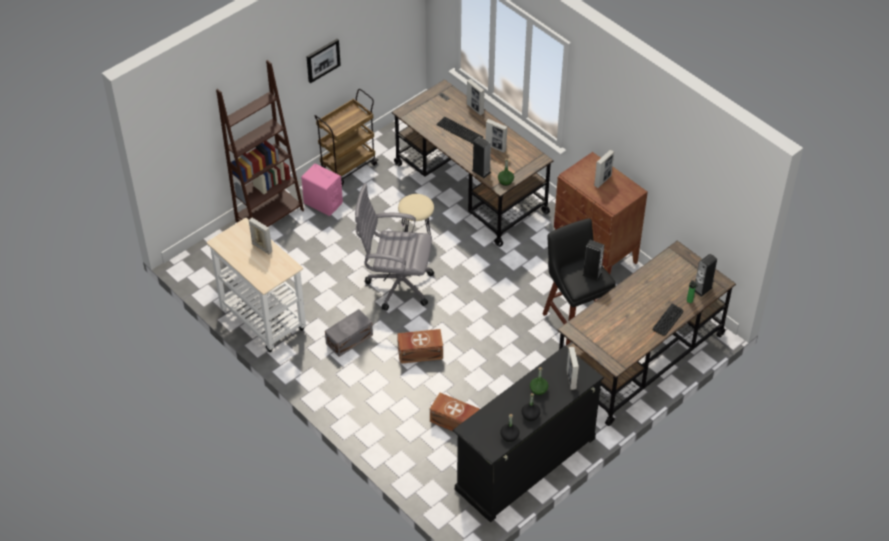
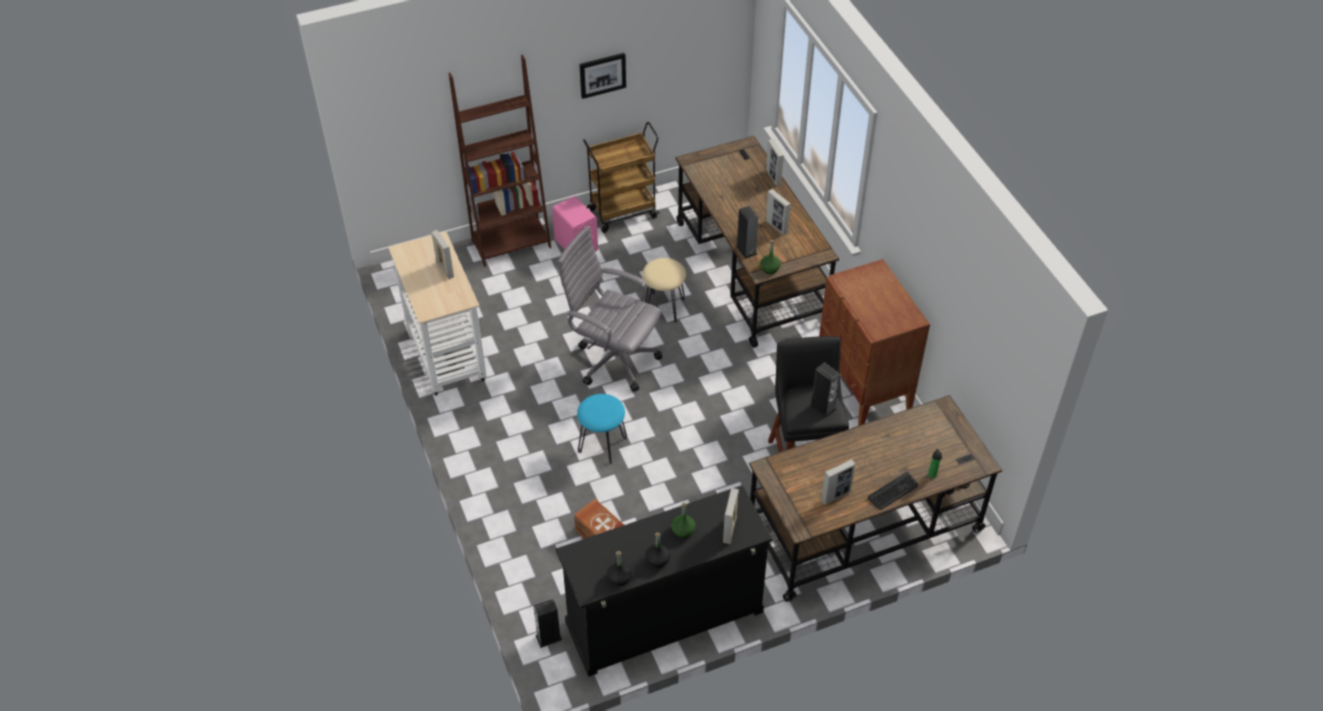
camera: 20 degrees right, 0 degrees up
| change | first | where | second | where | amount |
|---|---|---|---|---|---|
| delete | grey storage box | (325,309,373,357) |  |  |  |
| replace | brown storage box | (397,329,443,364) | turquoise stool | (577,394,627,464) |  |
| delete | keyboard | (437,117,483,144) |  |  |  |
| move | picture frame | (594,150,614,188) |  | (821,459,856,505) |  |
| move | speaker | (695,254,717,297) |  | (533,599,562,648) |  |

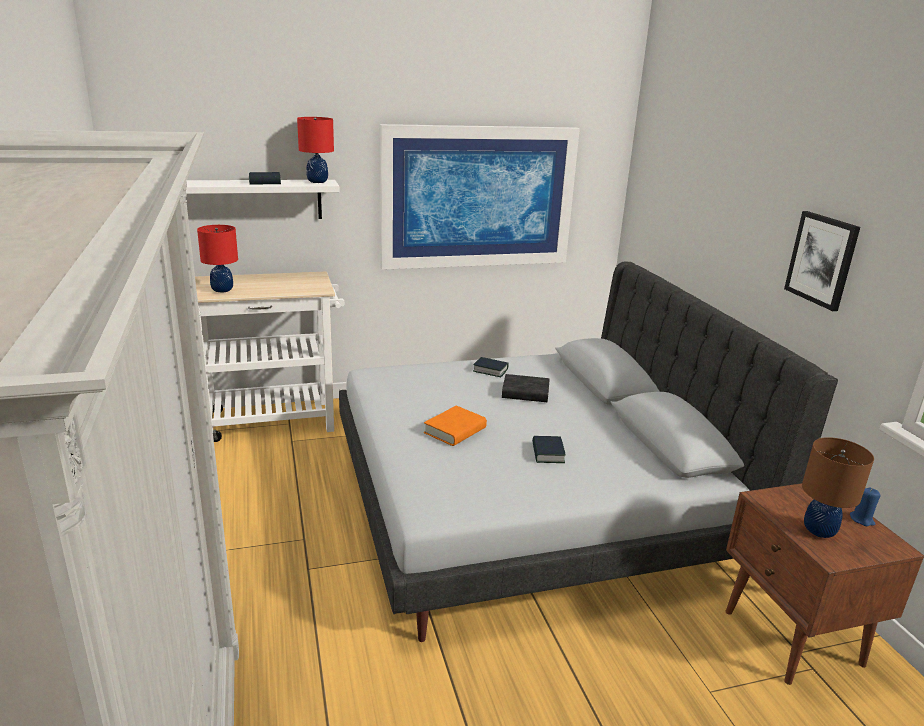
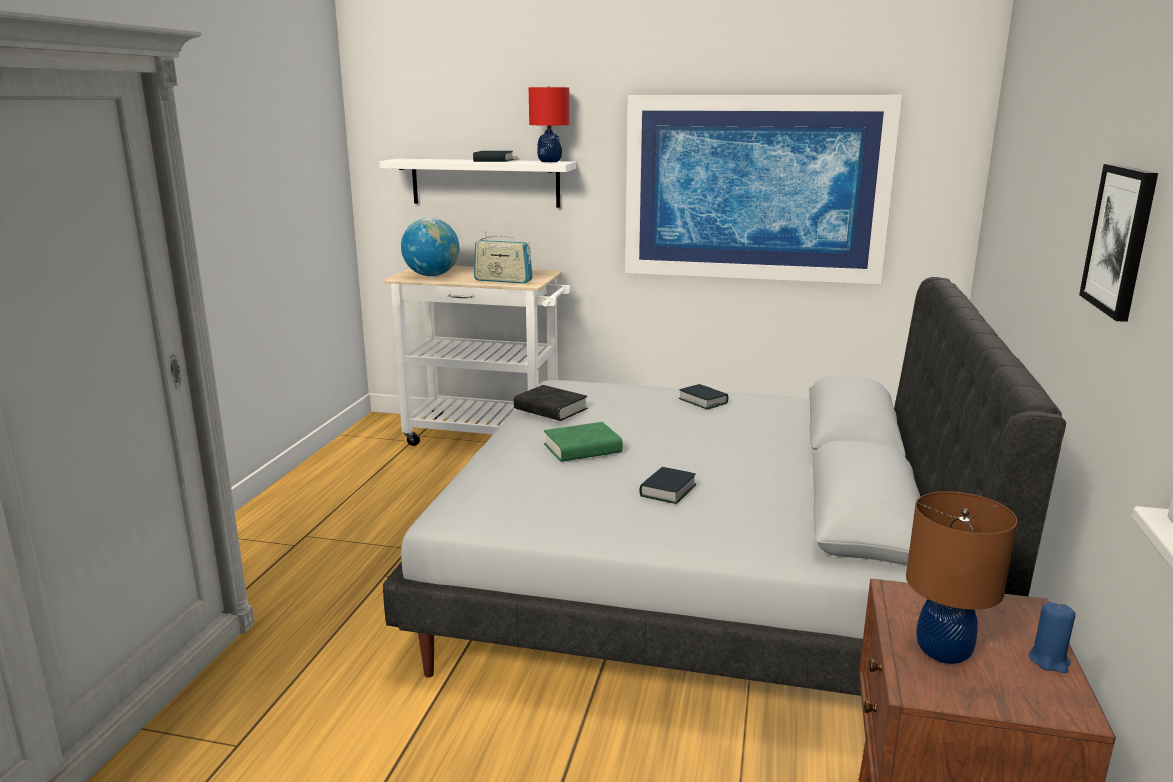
camera: 30 degrees right, 5 degrees down
| change | first | where | second | where | amount |
|---|---|---|---|---|---|
| replace | red table lamp | (197,225,238,293) | globe | (401,218,459,276) |  |
| recolor | orange book | (424,406,487,446) | green book | (544,422,623,462) |  |
| move | black book | (502,374,550,402) |  | (514,385,588,421) |  |
| insert |  |  | radio | (474,231,533,284) |  |

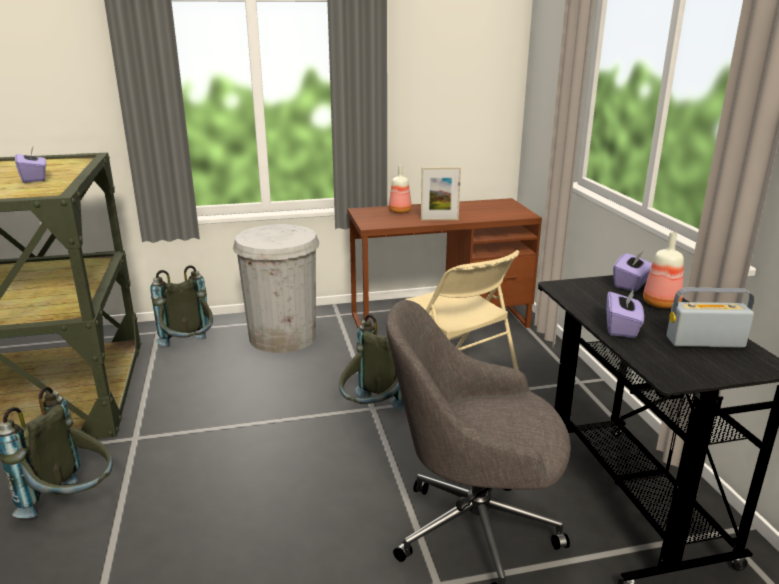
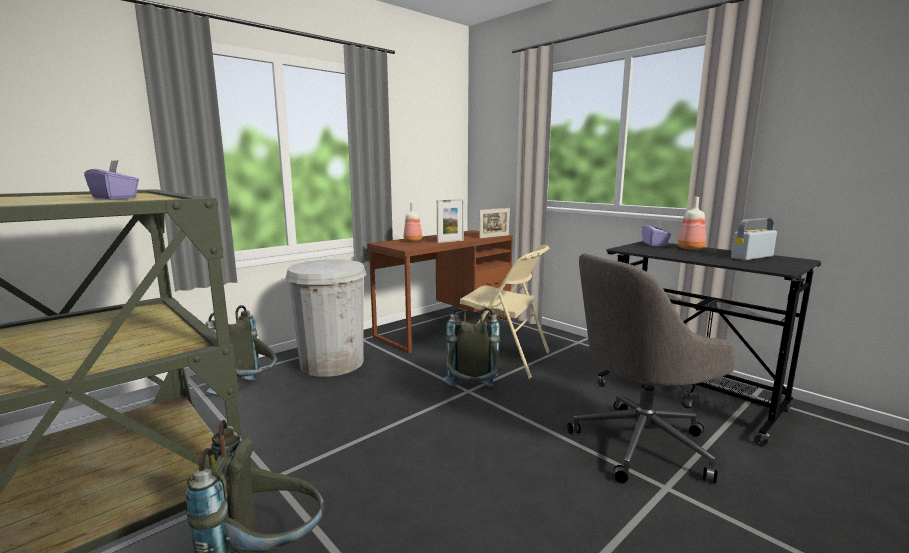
camera: 30 degrees left, 10 degrees down
| change | first | where | second | where | amount |
|---|---|---|---|---|---|
| delete | purple tissue box | (606,289,644,338) |  |  |  |
| insert |  |  | picture frame | (479,208,510,238) |  |

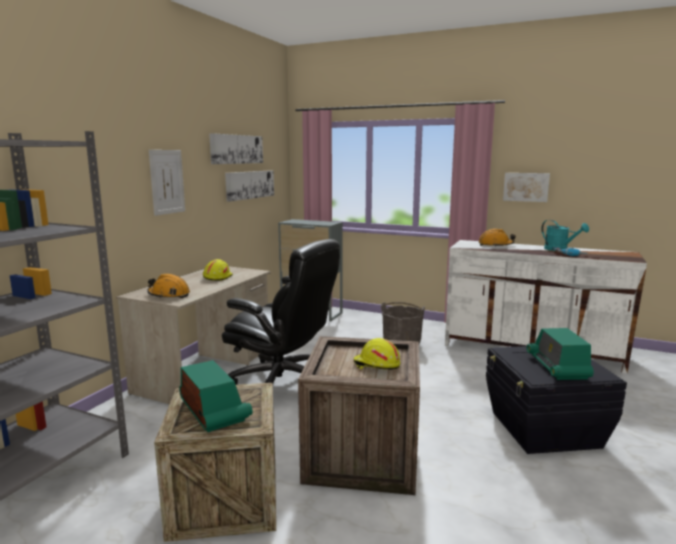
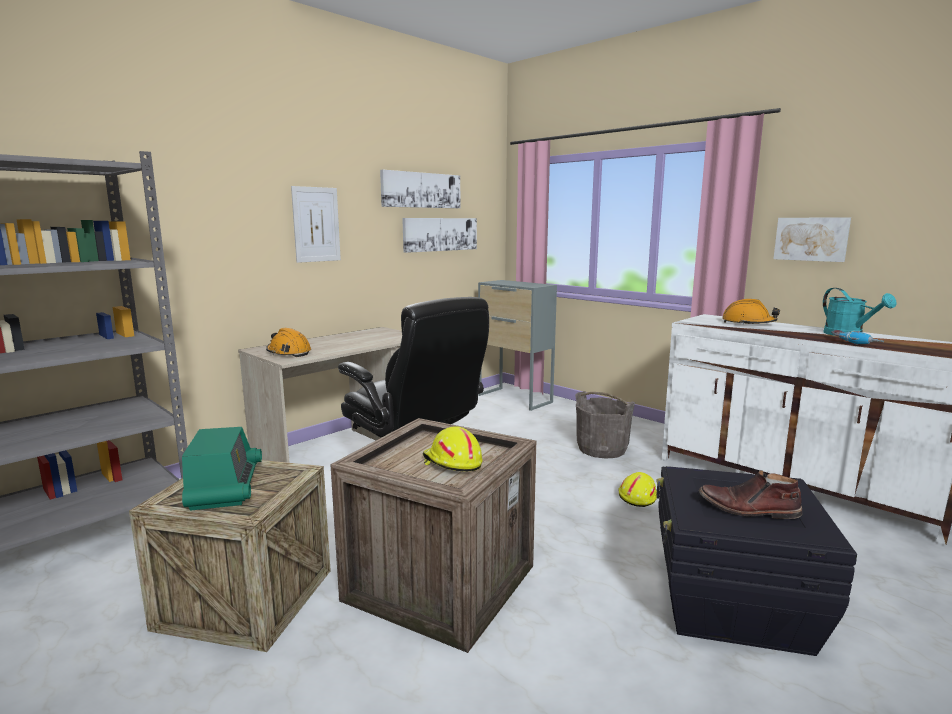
camera: 20 degrees right, 0 degrees up
| change | first | where | second | where | amount |
|---|---|---|---|---|---|
| move | yellow hard hat | (203,259,233,281) |  | (618,472,657,507) |  |
| replace | radio | (527,328,594,380) | brown boot | (699,470,802,519) |  |

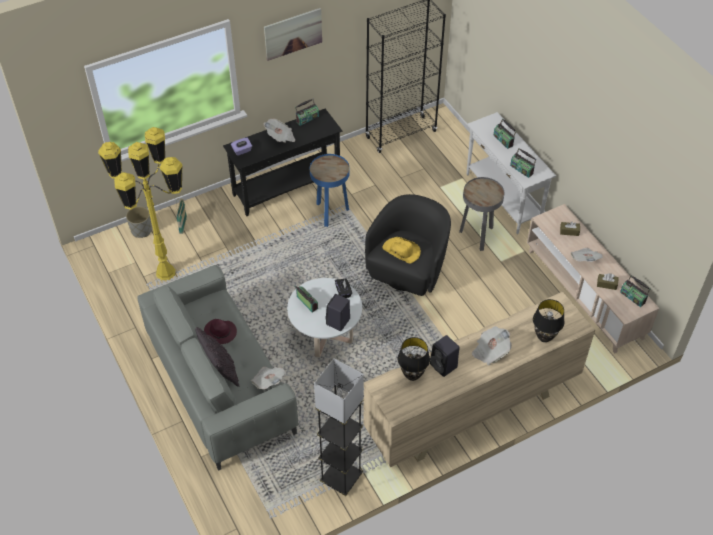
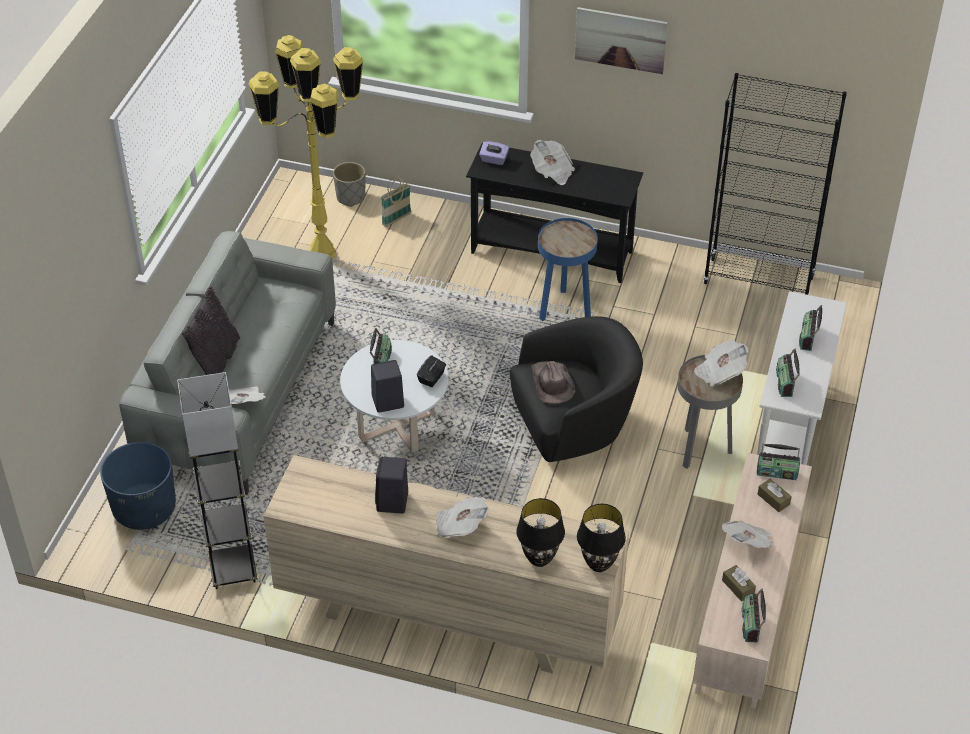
camera: 45 degrees right, 5 degrees down
| change | first | where | second | where | amount |
|---|---|---|---|---|---|
| delete | purple hat | (204,319,237,344) |  |  |  |
| move | radio | (295,99,319,126) |  | (757,444,800,480) |  |
| recolor | yellow hat | (382,237,421,264) | brown hat | (532,361,575,403) |  |
| move | black table lamp | (398,337,430,381) |  | (577,504,626,572) |  |
| insert |  |  | blue planter | (100,442,176,530) |  |
| insert |  |  | newspaper | (694,340,749,387) |  |

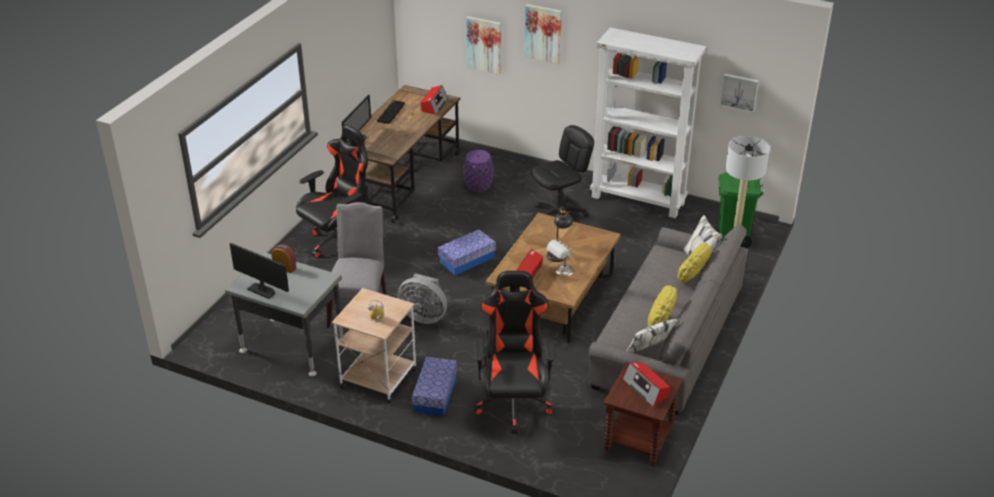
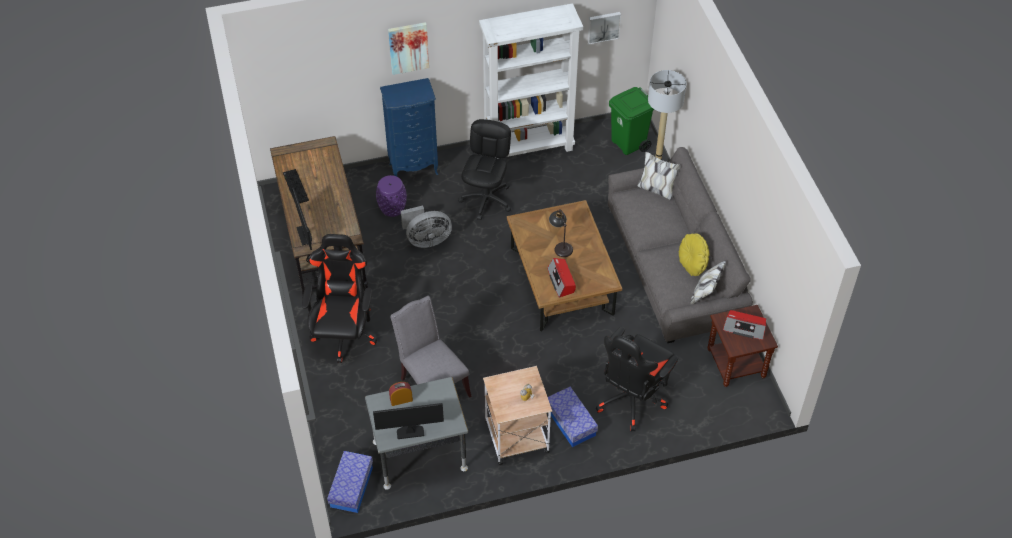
camera: 40 degrees left, 15 degrees up
| change | first | where | second | where | amount |
|---|---|---|---|---|---|
| move | grey fan | (397,273,447,324) |  | (401,206,452,248) |  |
| delete | radio | (421,85,448,115) |  |  |  |
| move | storage box | (438,229,496,275) |  | (327,451,373,513) |  |
| delete | picture | (466,16,501,75) |  |  |  |
| rotate | black office chair | (474,271,555,434) |  | (596,326,678,431) | 105 degrees counterclockwise |
| delete | white table lamp | (547,239,575,276) |  |  |  |
| delete | yellow pillow | (678,243,712,283) |  |  |  |
| insert |  |  | blue dresser | (380,78,438,176) |  |

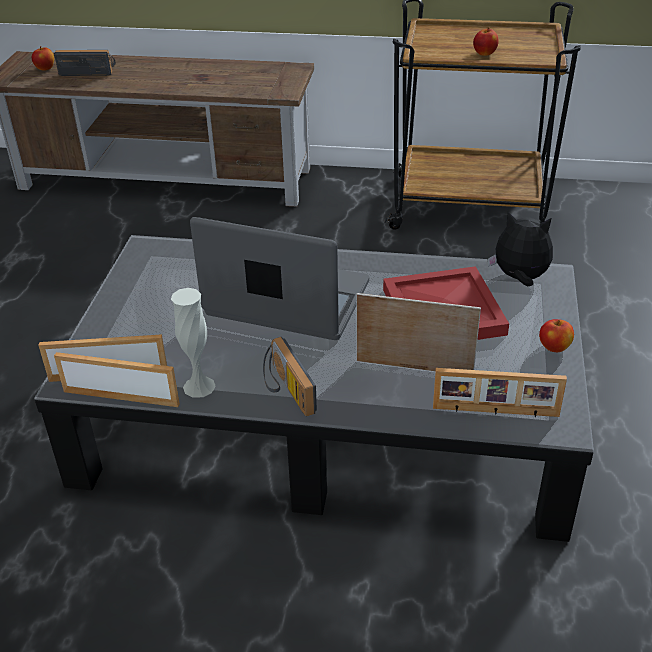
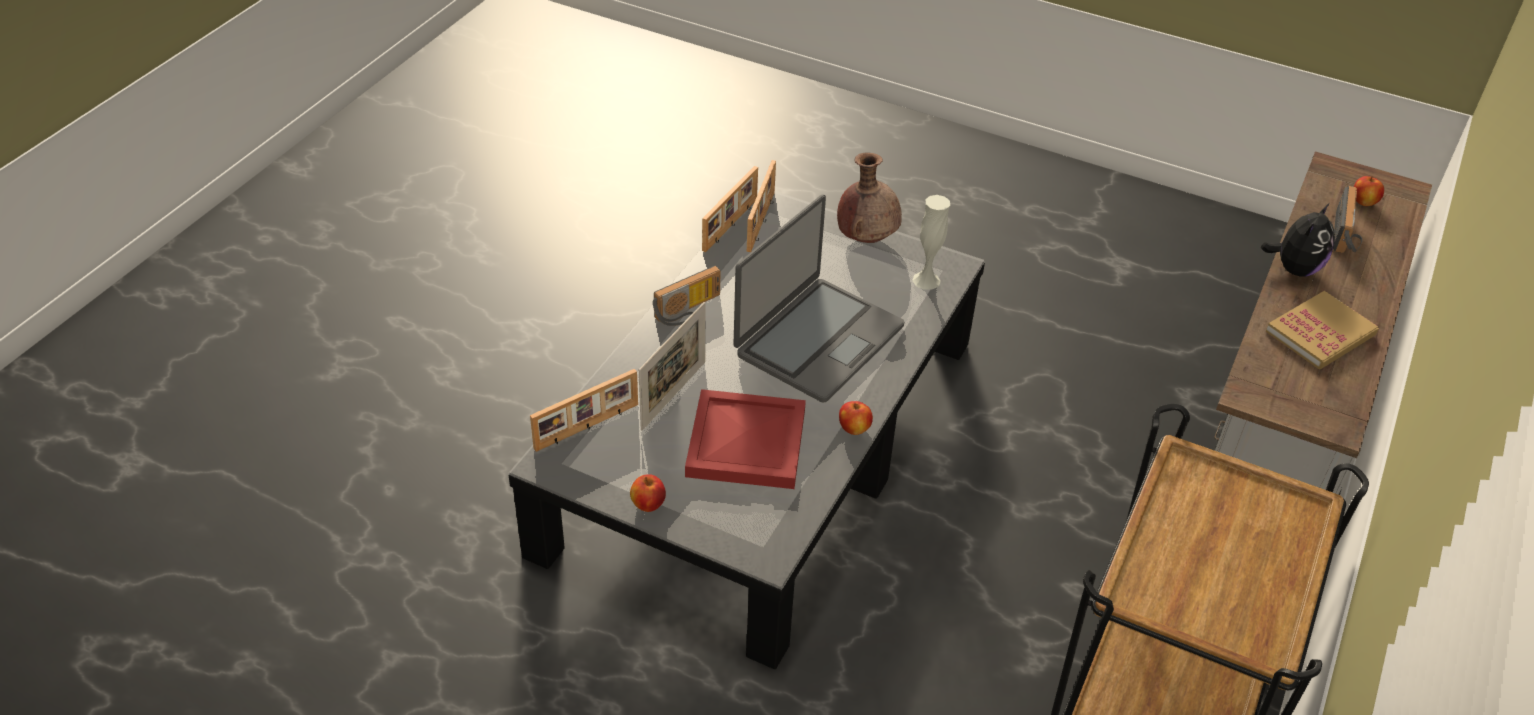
camera: 105 degrees right, 5 degrees up
| change | first | where | second | where | amount |
|---|---|---|---|---|---|
| move | white vase | (171,288,216,398) |  | (912,195,950,290) |  |
| rotate | radio | (263,337,317,417) |  | (653,266,720,326) | 150 degrees clockwise |
| rotate | picture frame | (433,368,567,417) |  | (530,369,638,452) | 150 degrees counterclockwise |
| move | apple | (473,27,499,56) |  | (839,401,873,435) |  |
| move | plush toy | (488,212,553,287) |  | (1261,203,1335,276) |  |
| insert |  |  | brown vase | (837,153,902,243) |  |
| insert |  |  | book | (1266,291,1379,369) |  |

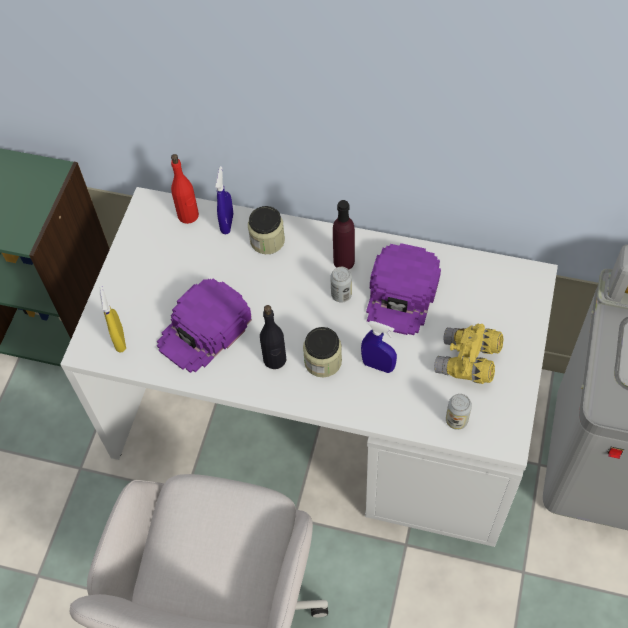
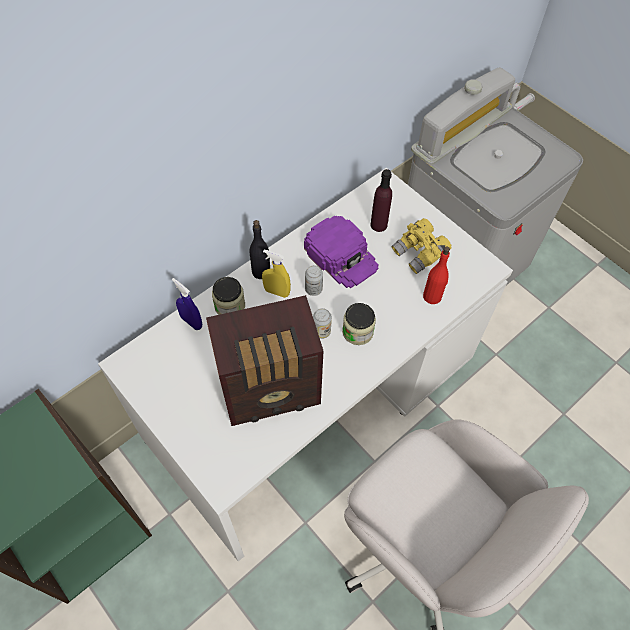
camera: 60 degrees left, 0 degrees up
| change | first | where | second | where | amount |
|---|---|---|---|---|---|
| move | yellow spray bottle | (99,286,126,352) |  | (262,249,291,298) |  |
| replace | purple cap | (157,278,252,373) | radio | (206,295,323,426) |  |
| move | red bottle | (171,154,199,224) |  | (423,246,450,304) |  |
| move | black bottle | (260,305,286,369) |  | (249,220,270,279) |  |
| move | purple bottle | (333,200,355,270) |  | (371,169,392,232) |  |
| delete | blue spray bottle | (361,321,397,373) |  |  |  |
| move | can | (446,394,472,430) |  | (313,308,332,339) |  |

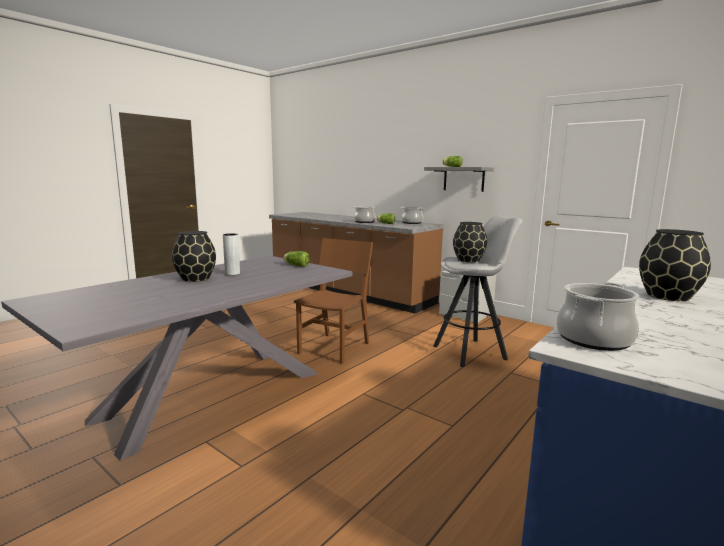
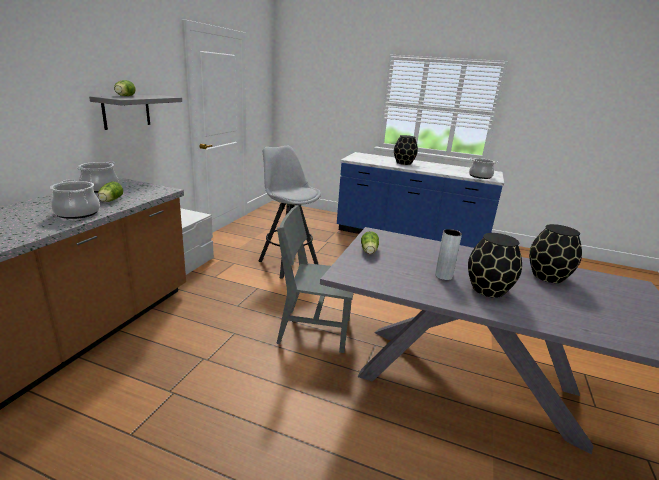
camera: 110 degrees left, 10 degrees up
| change | first | where | second | where | amount |
|---|---|---|---|---|---|
| recolor | brown chair | (294,238,373,364) | grey chair | (276,205,354,353) |  |
| move | black vase | (453,222,487,262) |  | (529,224,582,283) |  |

